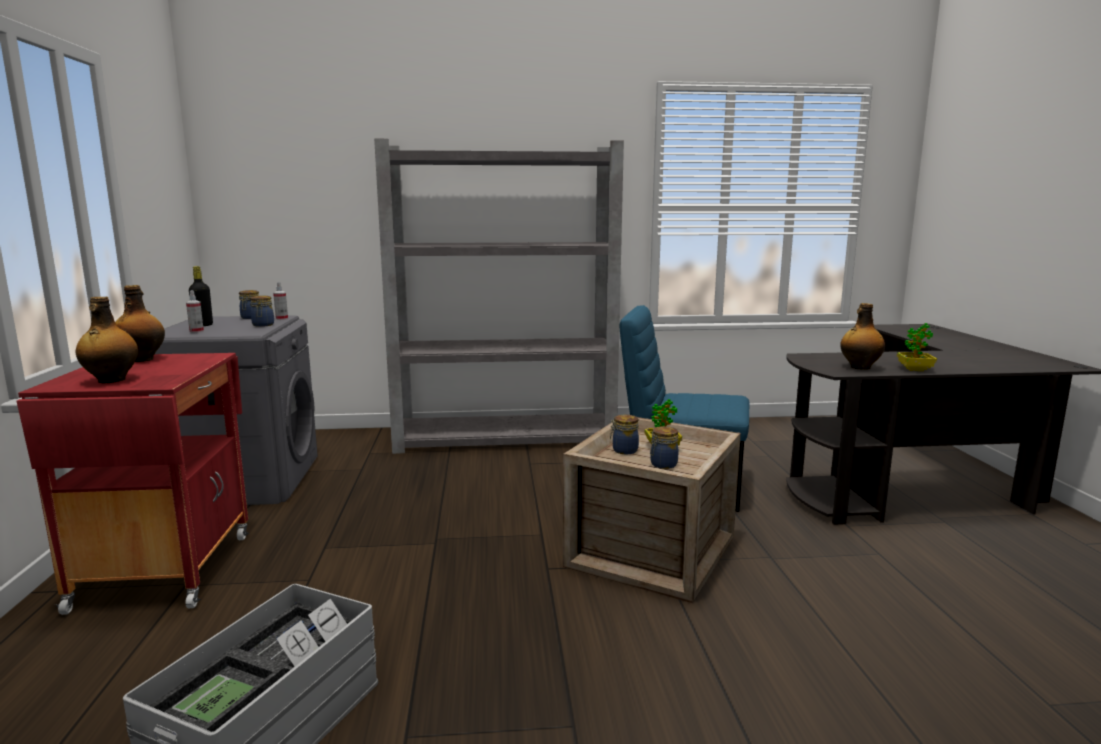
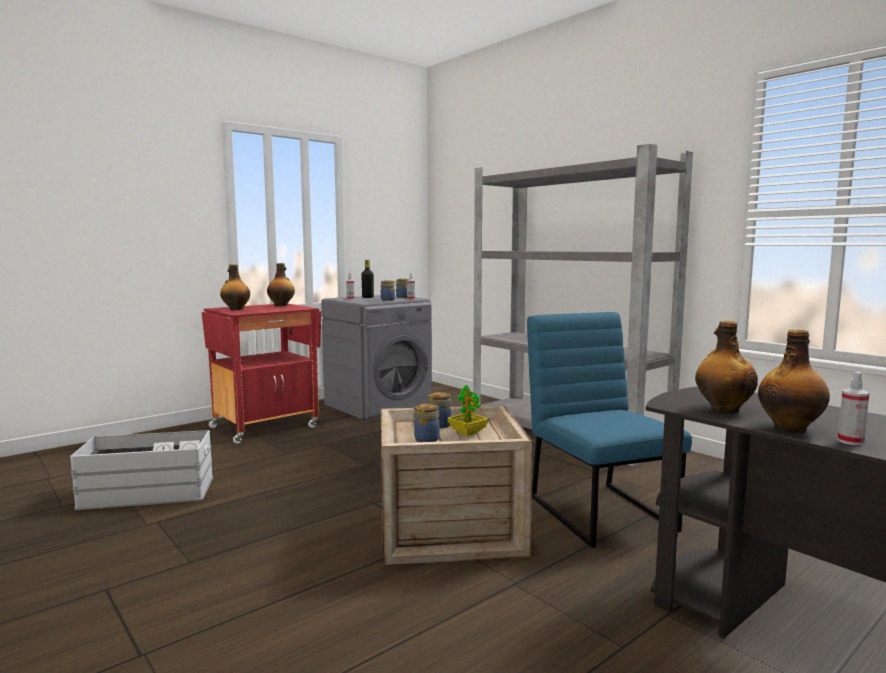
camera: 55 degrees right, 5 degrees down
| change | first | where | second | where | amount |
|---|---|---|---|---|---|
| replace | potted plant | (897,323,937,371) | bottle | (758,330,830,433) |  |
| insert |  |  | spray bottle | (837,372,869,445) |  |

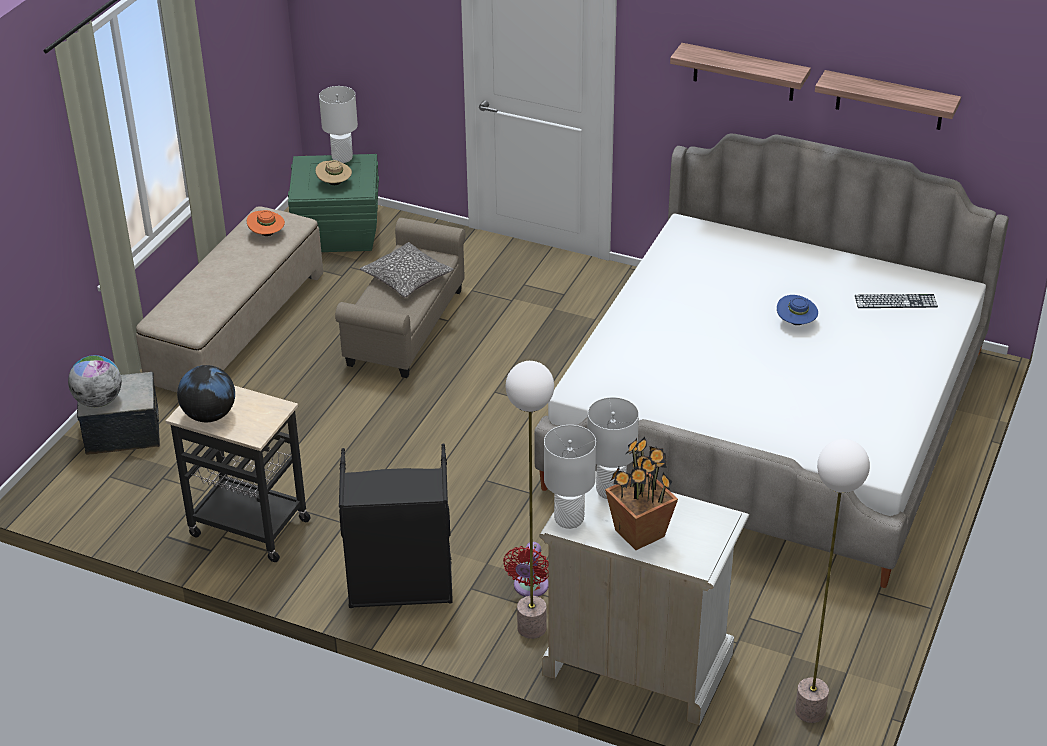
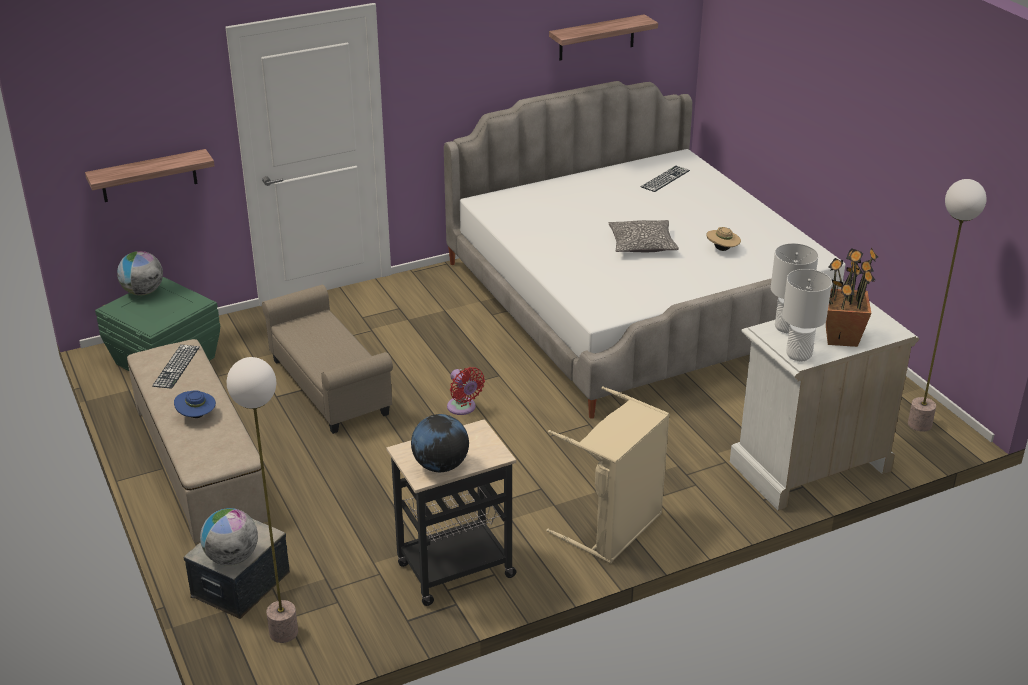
camera: 50 degrees left, 5 degrees down
| change | first | where | second | where | amount |
|---|---|---|---|---|---|
| replace | orange hat | (247,210,285,236) | keyboard | (152,345,200,389) |  |
| move | beige hat | (315,160,352,185) |  | (706,227,741,251) |  |
| replace | white table lamp | (319,86,358,163) | globe | (117,251,163,295) |  |
| recolor | black laundry basket | (339,444,453,608) | beige laundry basket | (546,386,670,564) |  |
| move | pillow | (360,242,453,298) |  | (609,220,679,252) |  |
| move | red fan | (503,542,548,597) |  | (447,367,485,415) |  |
| move | floor lamp | (505,361,554,639) |  | (227,357,298,643) |  |
| move | shelf | (670,43,811,101) |  | (85,149,215,202) |  |
| move | blue hat | (777,295,818,325) |  | (174,390,216,418) |  |

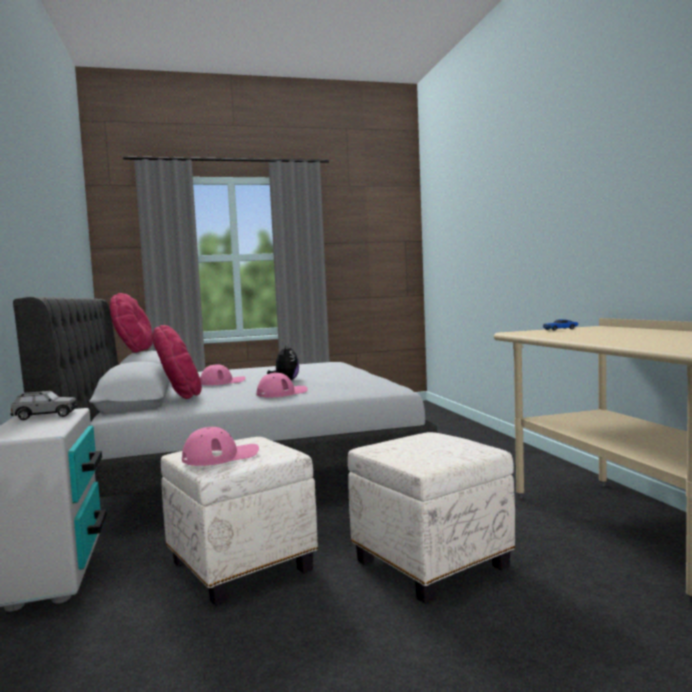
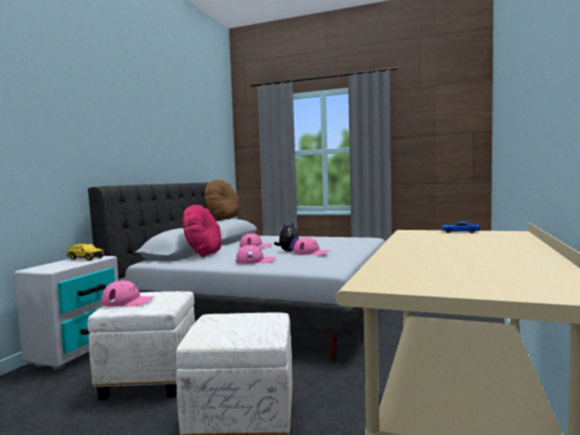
camera: 35 degrees right, 0 degrees up
| change | first | where | second | where | amount |
|---|---|---|---|---|---|
| recolor | grey toy car | (10,390,78,420) | yellow toy car | (67,243,104,261) |  |
| recolor | pink pillow | (110,293,153,353) | brown pillow | (204,180,240,220) |  |
| insert |  |  | pink cap | (293,237,330,255) |  |

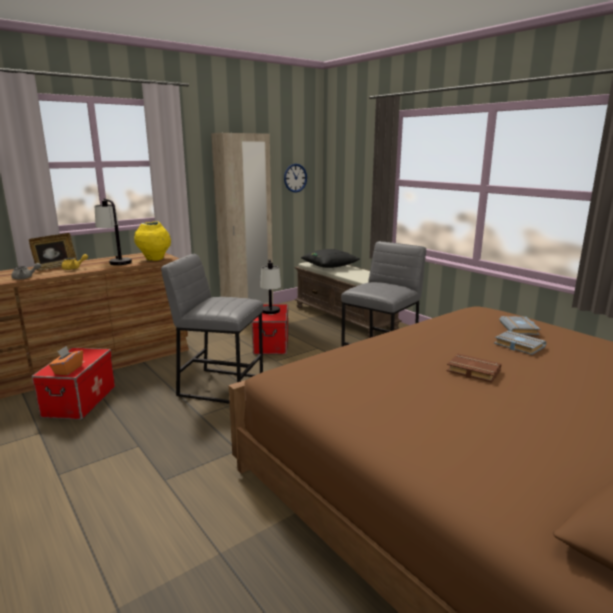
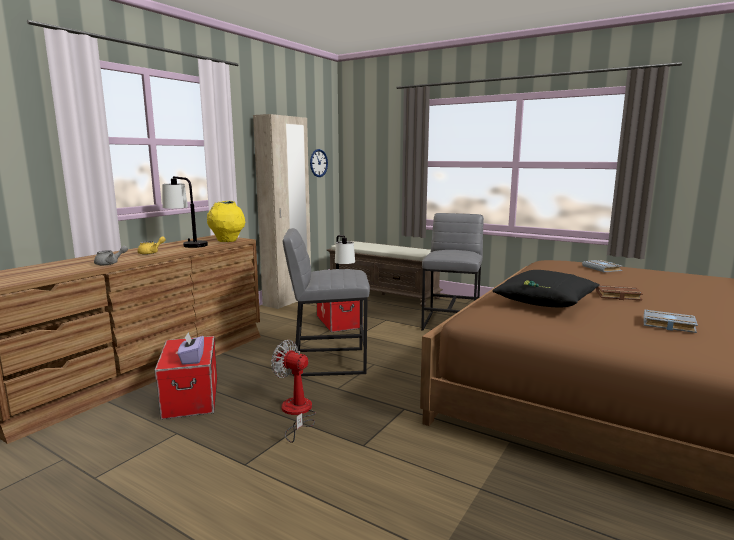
camera: 20 degrees left, 5 degrees down
| change | first | where | second | where | amount |
|---|---|---|---|---|---|
| delete | picture frame | (29,233,77,271) |  |  |  |
| recolor | orange tissue box | (49,346,83,375) | purple tissue box | (178,332,204,365) |  |
| move | black pillow | (301,249,360,268) |  | (493,270,600,308) |  |
| move | grey book | (494,331,546,355) |  | (644,310,698,333) |  |
| insert |  |  | fan | (271,340,316,443) |  |

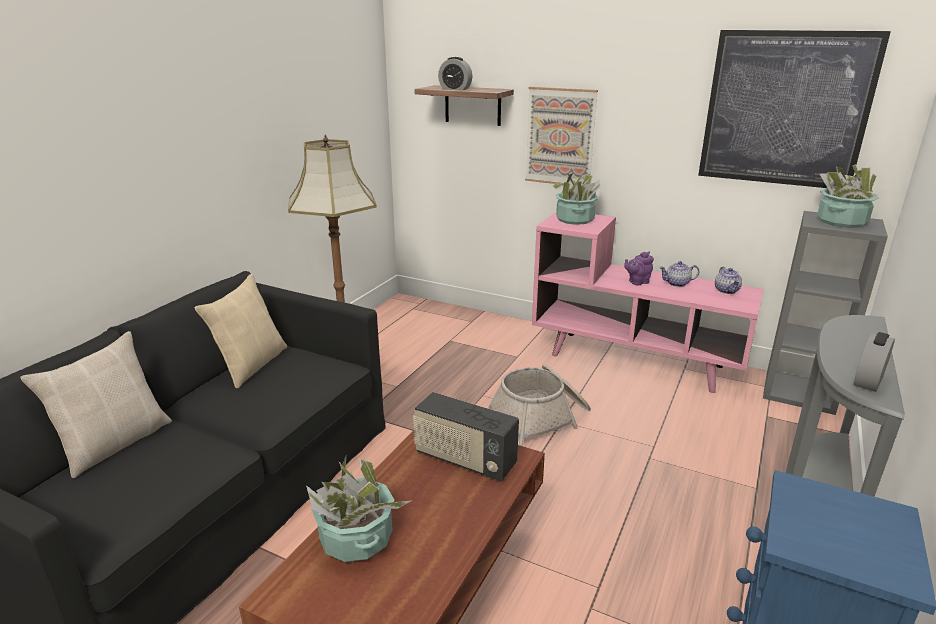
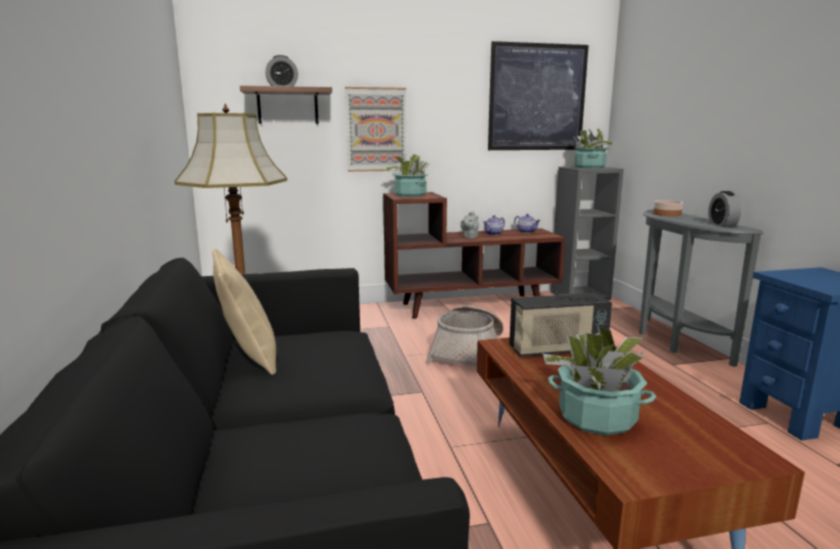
camera: 40 degrees left, 10 degrees down
| change | first | where | second | where | amount |
|---|---|---|---|---|---|
| delete | beige pillow | (20,331,172,478) |  |  |  |
| recolor | pink tv stand | (532,212,764,393) | brown tv stand | (383,192,565,319) |  |
| recolor | purple teapot | (624,252,654,285) | grey teapot | (460,211,479,239) |  |
| insert |  |  | bowl | (653,200,683,216) |  |

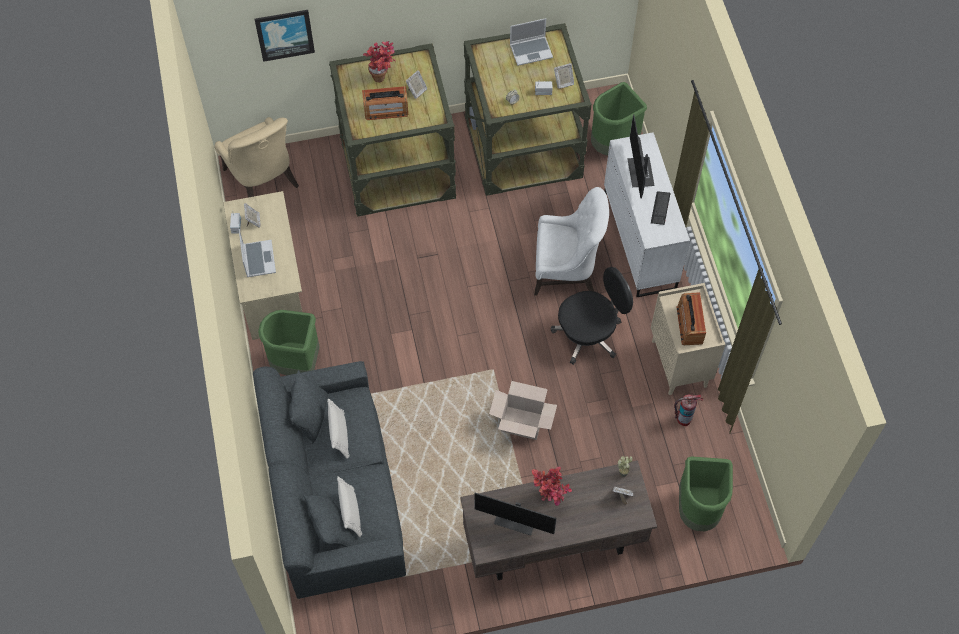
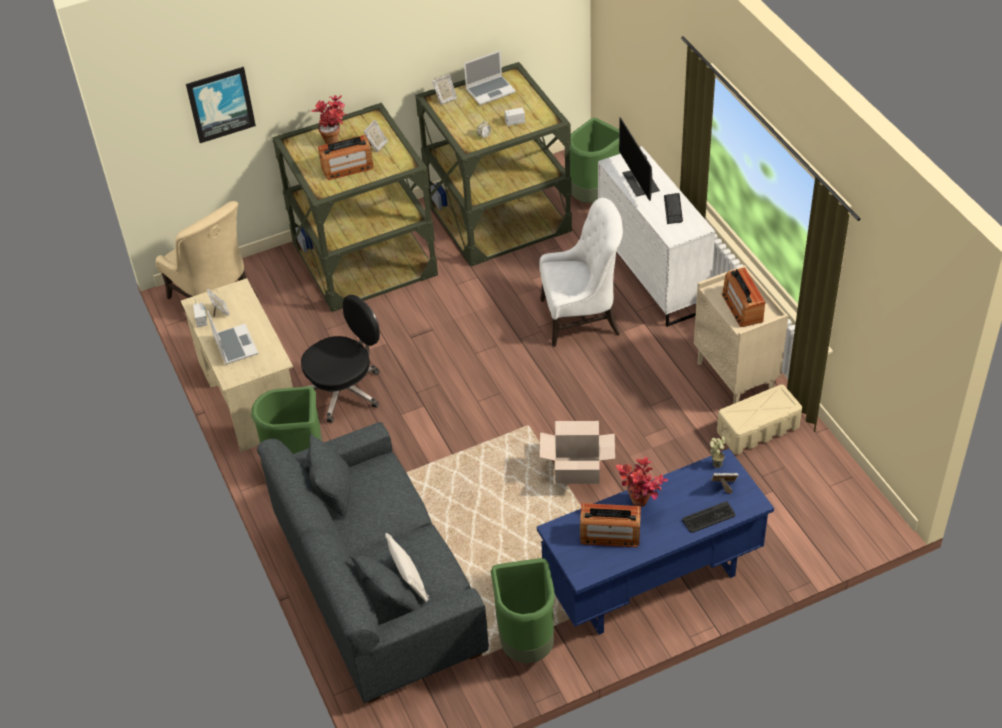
camera: 10 degrees left, 15 degrees down
| change | first | where | second | where | amount |
|---|---|---|---|---|---|
| delete | white pillow | (327,398,350,459) |  |  |  |
| recolor | brown desk | (460,460,657,580) | blue desk | (537,449,774,635) |  |
| replace | monitor | (474,493,556,536) | radio | (580,503,641,547) |  |
| move | black office chair | (550,267,633,365) |  | (301,295,380,423) |  |
| move | picture frame | (554,63,574,89) |  | (432,74,457,105) |  |
| replace | fire extinguisher | (674,393,703,426) | beige storage box | (717,385,802,454) |  |
| move | green trash can | (679,457,733,531) |  | (491,558,555,664) |  |
| insert |  |  | keyboard | (682,501,735,533) |  |

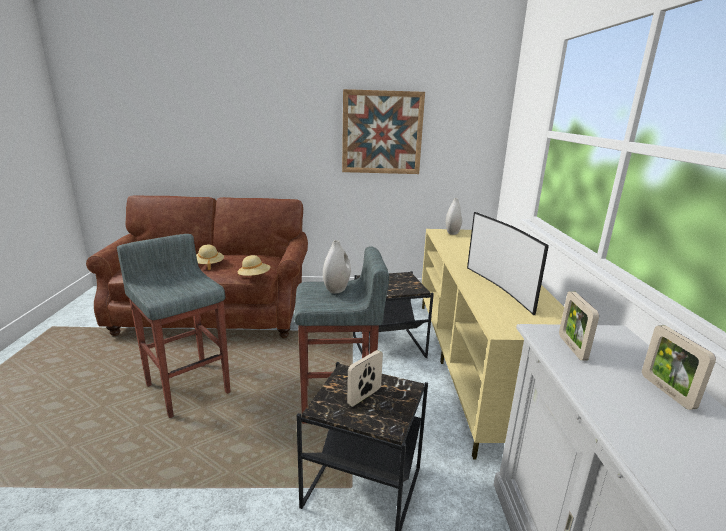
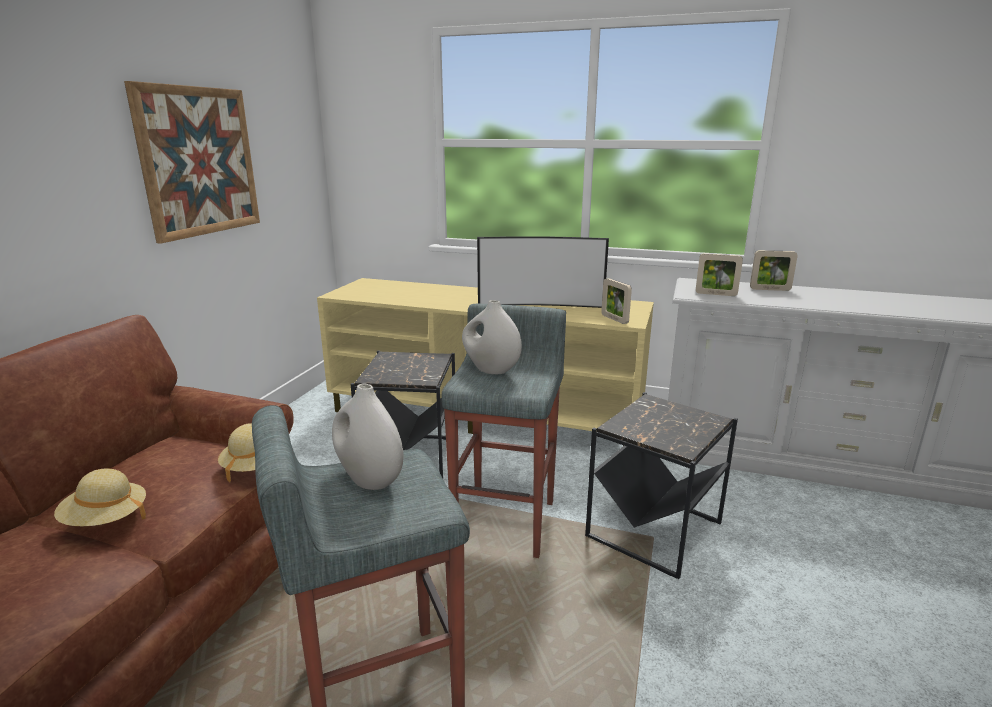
camera: 70 degrees left, 0 degrees up
| change | first | where | second | where | amount |
|---|---|---|---|---|---|
| move | picture frame | (347,350,383,407) |  | (601,278,632,324) |  |
| move | white vase | (446,198,463,235) |  | (332,384,404,490) |  |

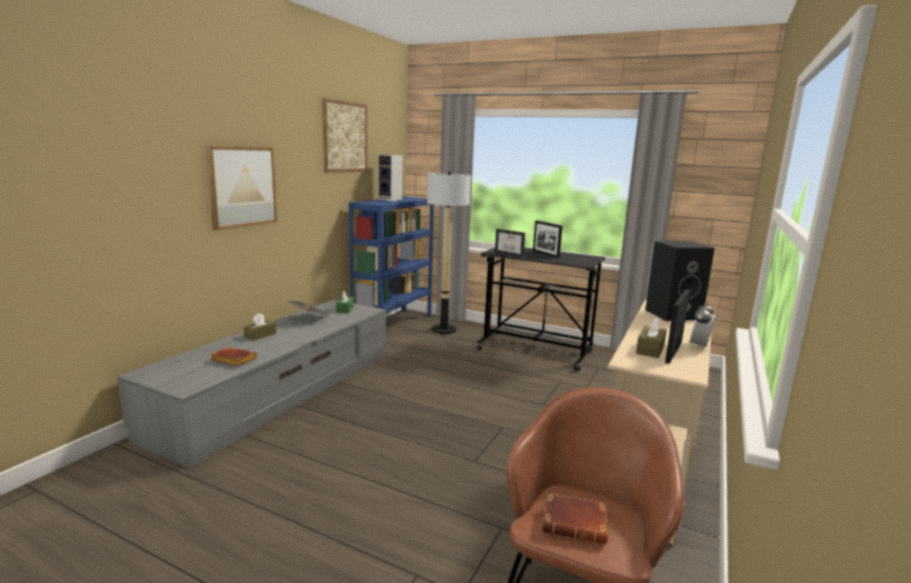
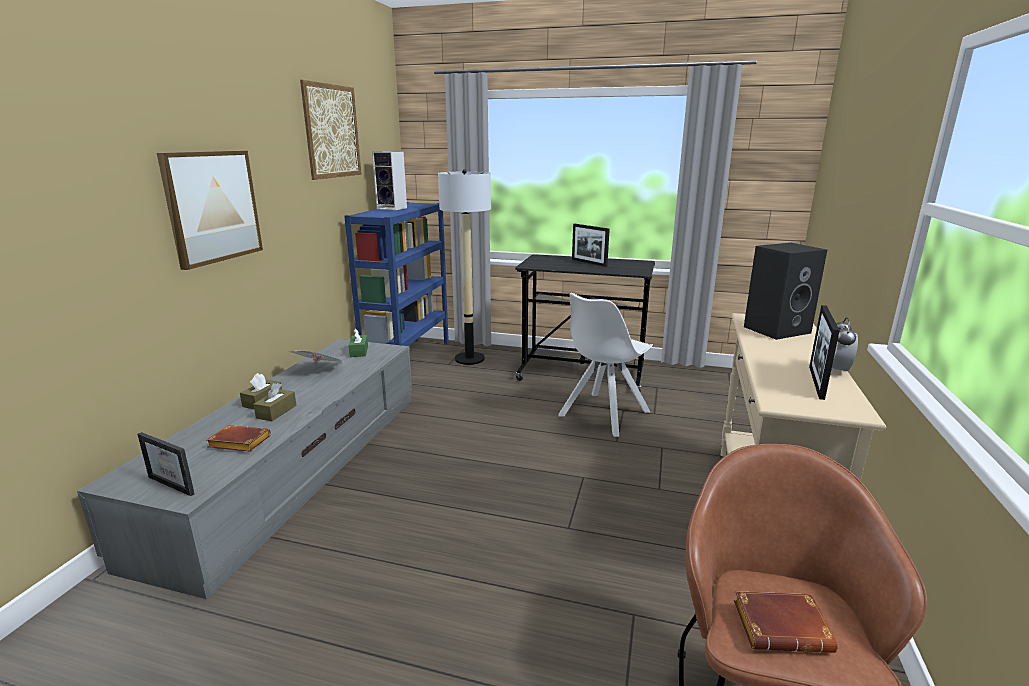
camera: 10 degrees left, 5 degrees up
| change | first | where | second | where | amount |
|---|---|---|---|---|---|
| move | picture frame | (495,229,525,258) |  | (138,432,195,496) |  |
| move | brown tissue box | (636,317,667,358) |  | (253,383,296,421) |  |
| insert |  |  | white chair | (558,293,653,437) |  |

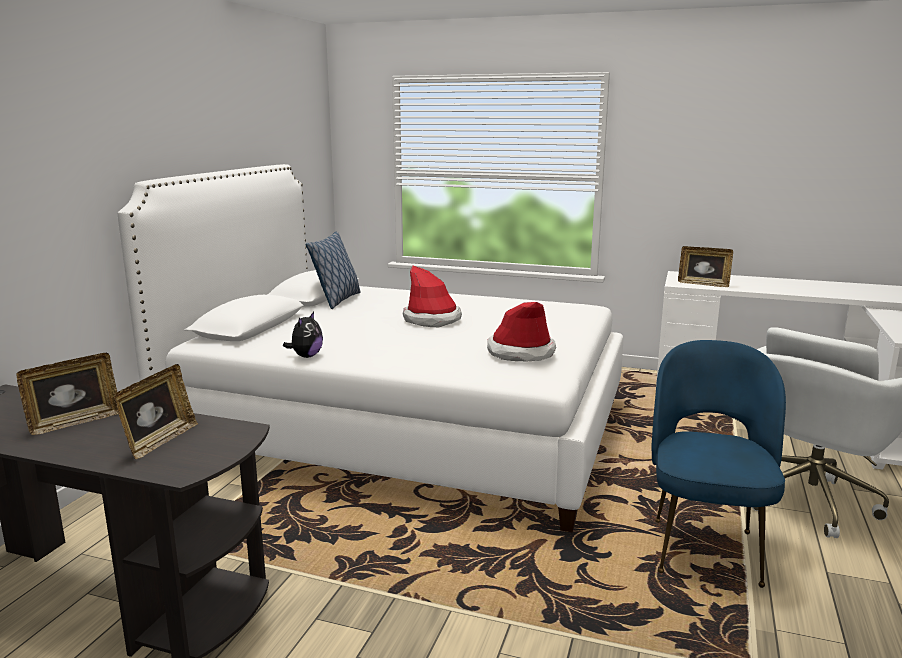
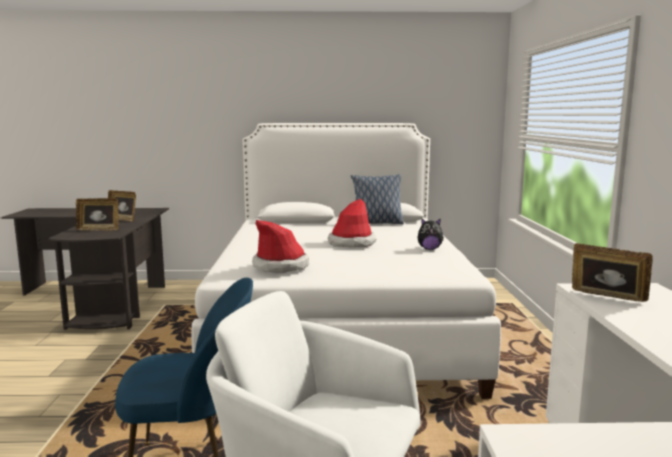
camera: 70 degrees right, 5 degrees down
| change | first | where | second | where | amount |
|---|---|---|---|---|---|
| move | plush toy | (283,312,323,358) |  | (418,218,444,250) |  |
| rotate | picture frame | (678,246,733,287) |  | (572,243,653,302) | 120 degrees clockwise |

